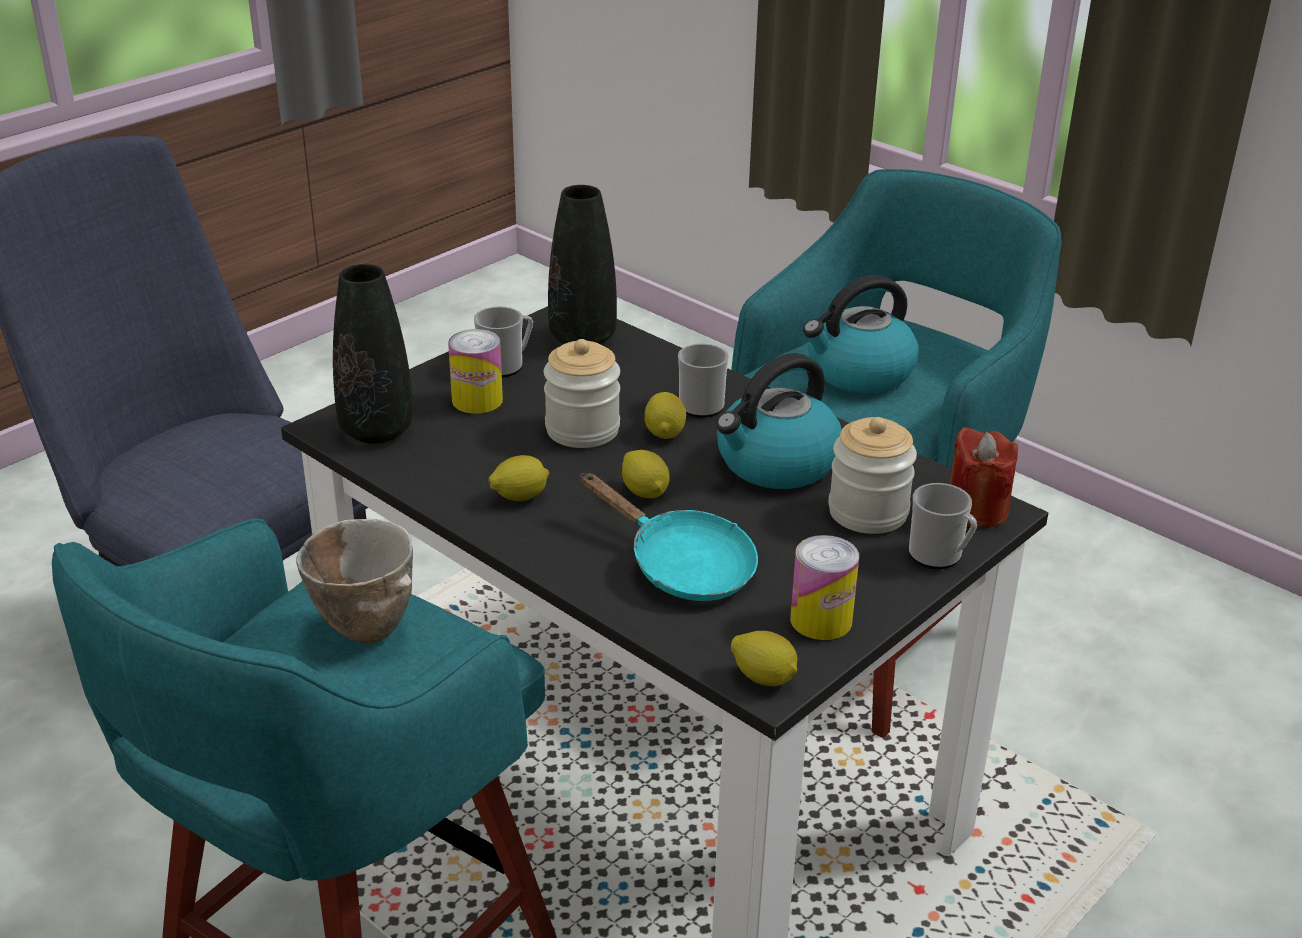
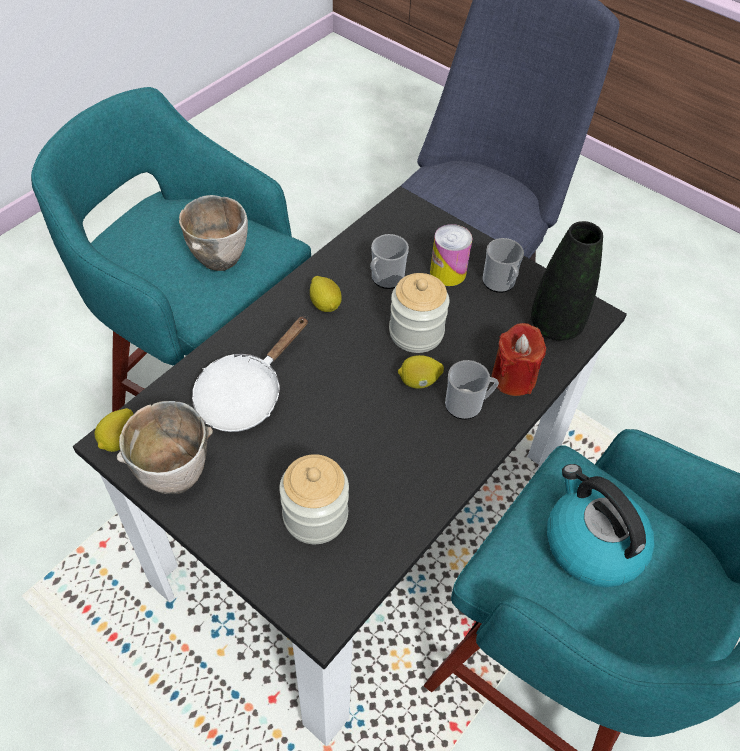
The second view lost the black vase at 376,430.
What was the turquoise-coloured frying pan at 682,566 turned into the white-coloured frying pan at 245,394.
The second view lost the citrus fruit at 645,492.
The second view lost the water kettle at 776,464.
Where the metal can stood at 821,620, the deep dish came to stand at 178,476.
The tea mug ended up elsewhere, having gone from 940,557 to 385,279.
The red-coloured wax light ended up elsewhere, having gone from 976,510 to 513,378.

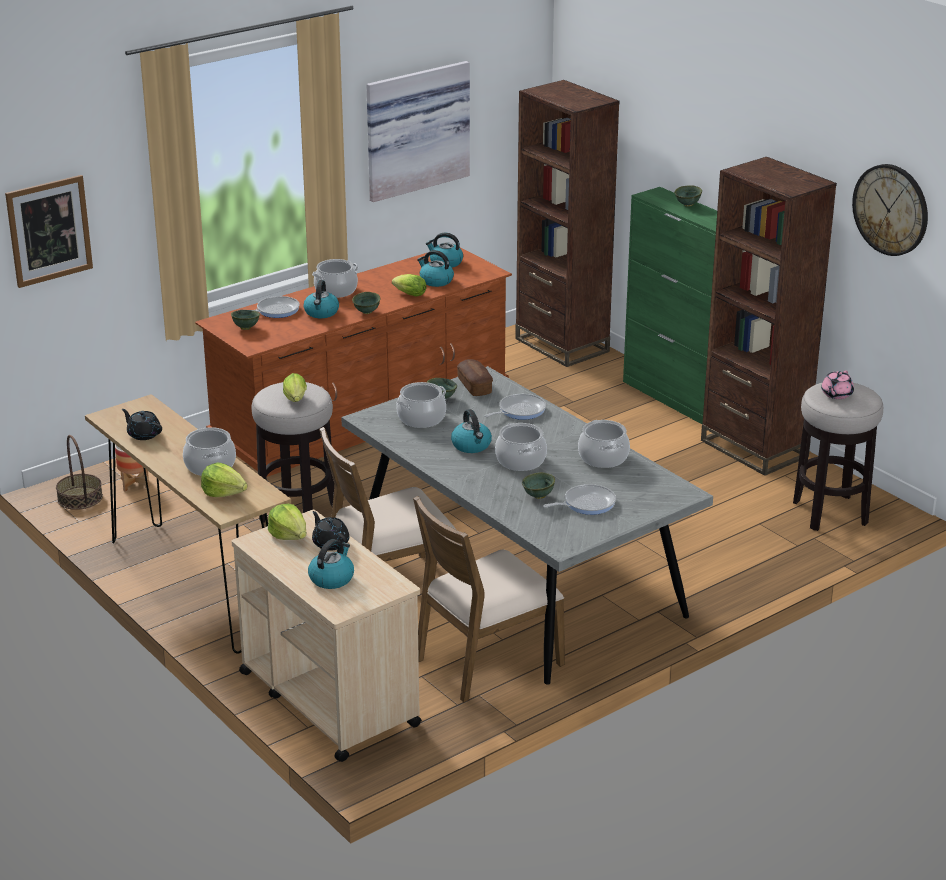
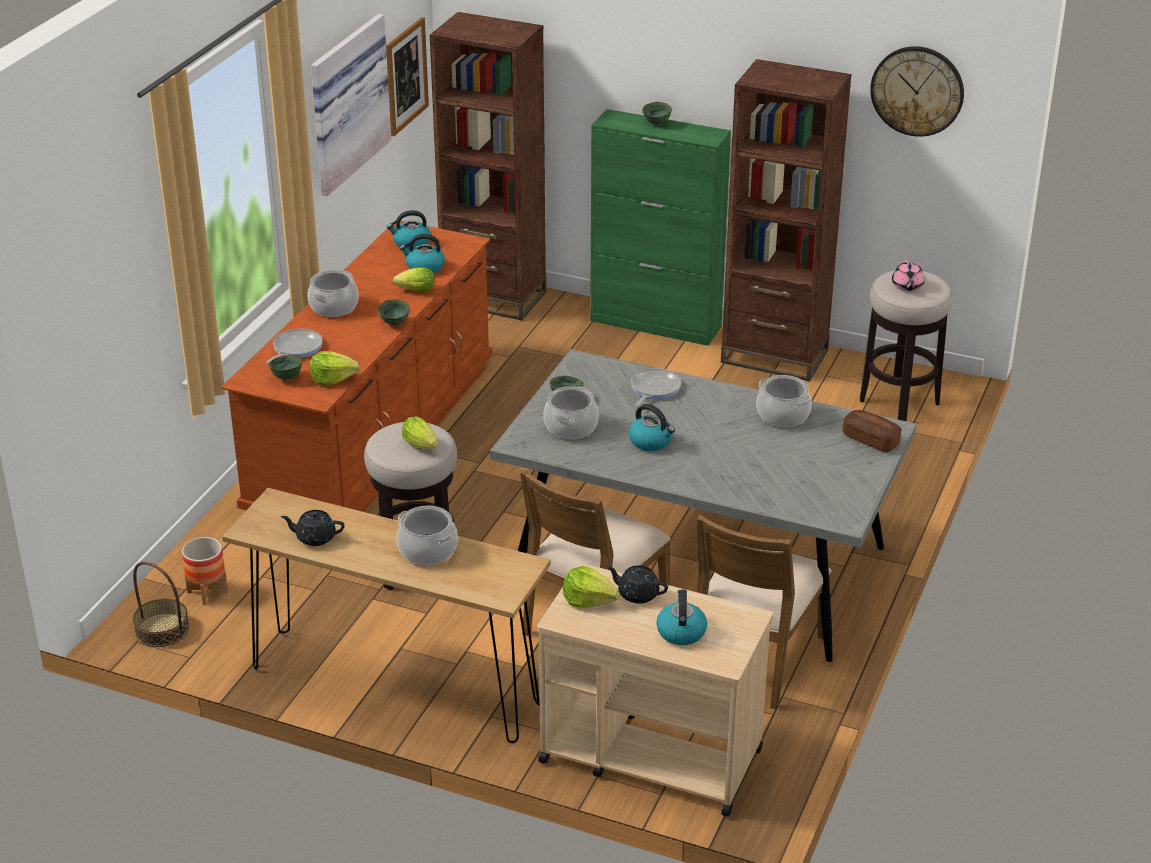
The wall picture ended up elsewhere, having gone from 49,230 to 406,76.
The lettuce head ended up elsewhere, having gone from 224,492 to 332,379.
The second view lost the water kettle at 321,313.
The baked bread ended up elsewhere, having gone from 474,386 to 870,440.
The second view lost the stockpot at 520,461.
The second view lost the greenish deep dish at 538,496.
The second view lost the frying pan at 586,503.

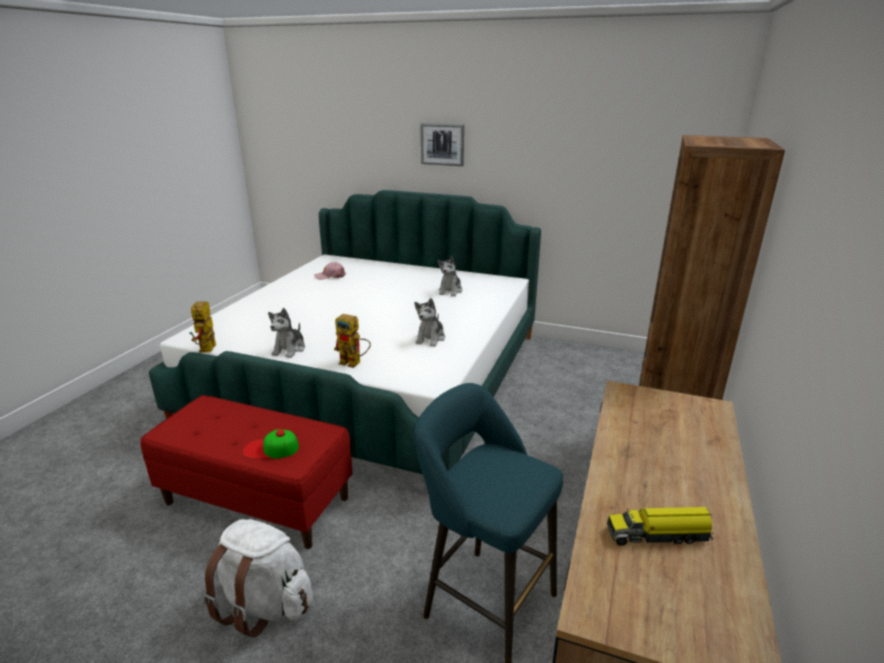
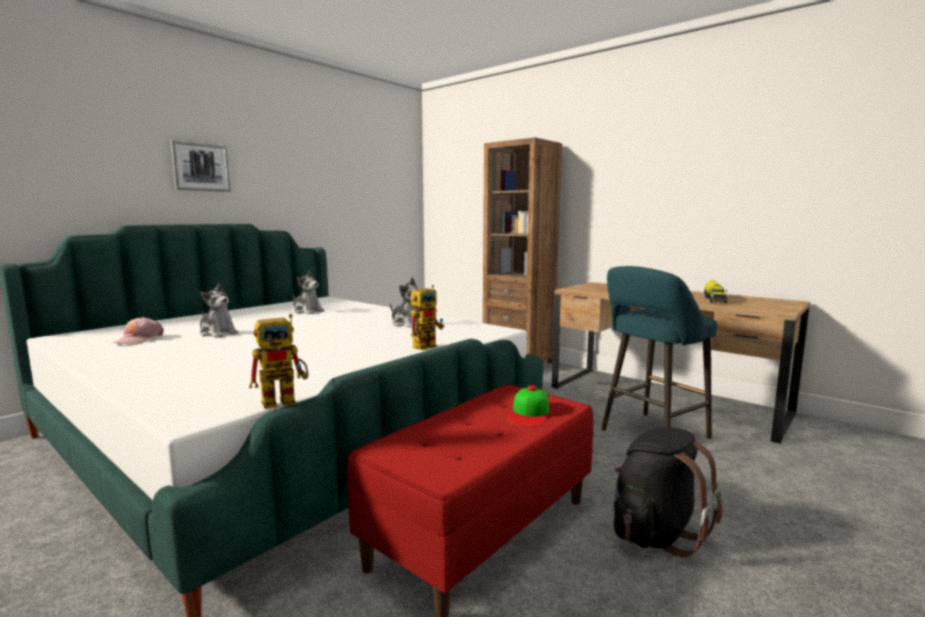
The robot figure at 208,350 ended up facing another way, 45 degrees counterclockwise from before.
What was the white-coloured knapsack at 265,604 turned into the black knapsack at 656,533.
The plush toy ended up elsewhere, having gone from 289,349 to 218,333.

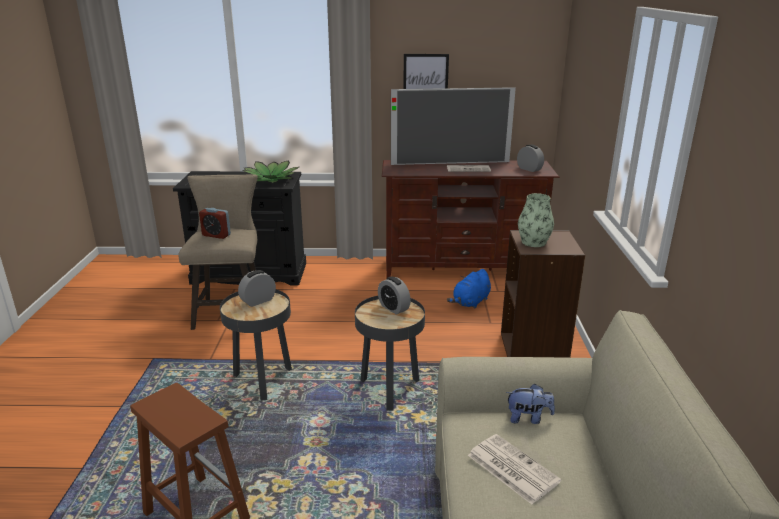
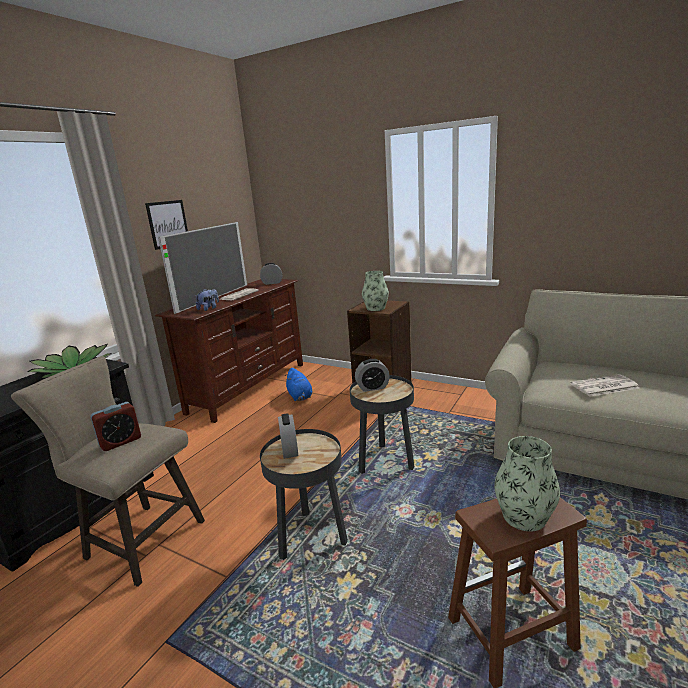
The plush toy ended up elsewhere, having gone from 528,418 to 209,308.
The second view gained the vase at 524,516.

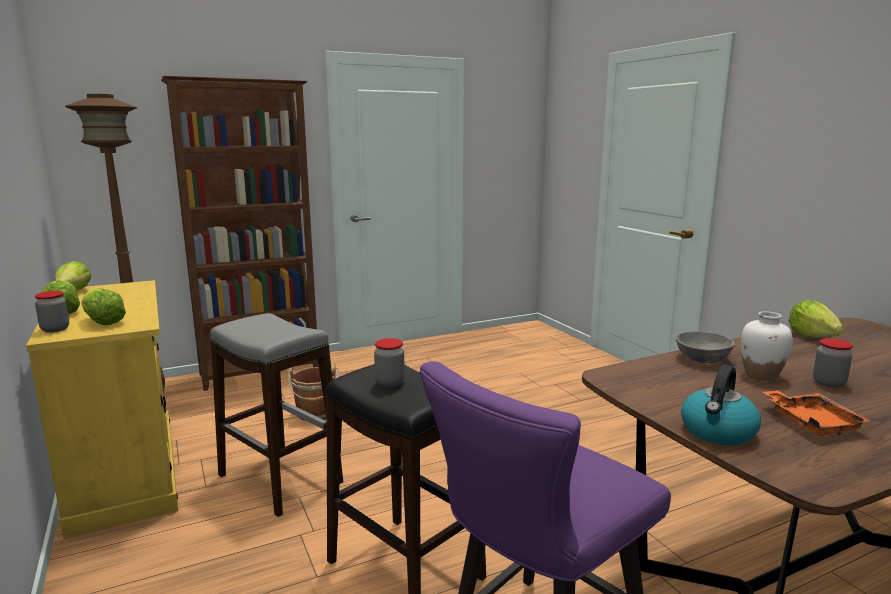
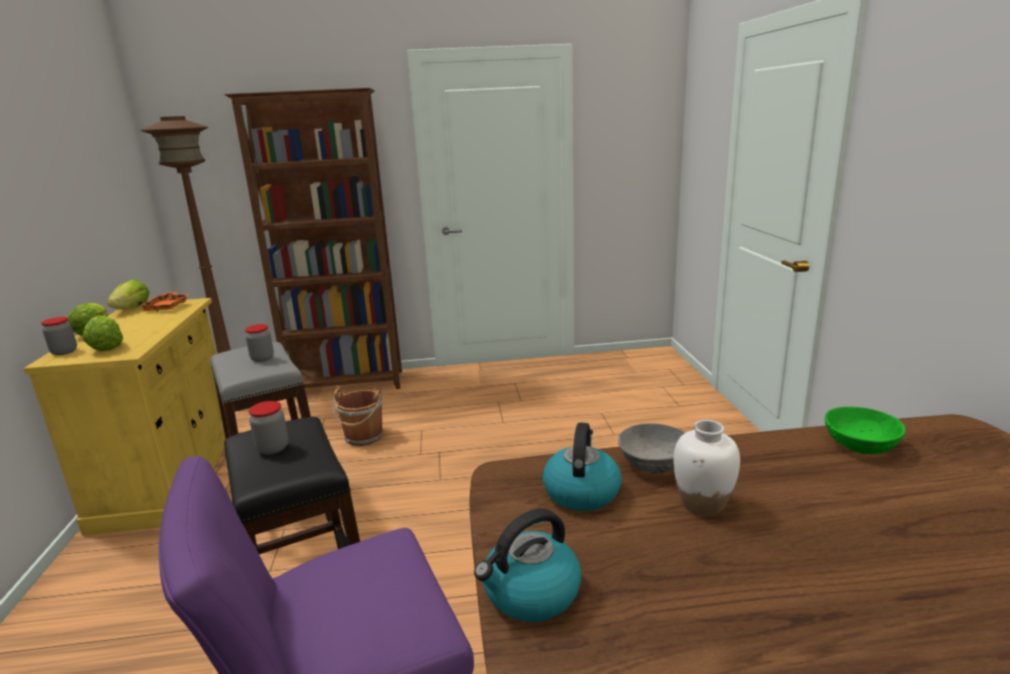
The orangey tray ended up elsewhere, having gone from 811,422 to 168,307.
Where the lettuce head stood at 812,337, the greenish deep dish came to stand at 860,445.
The storage jar ended up elsewhere, having gone from 828,383 to 262,358.
The second view gained the water kettle at 581,491.

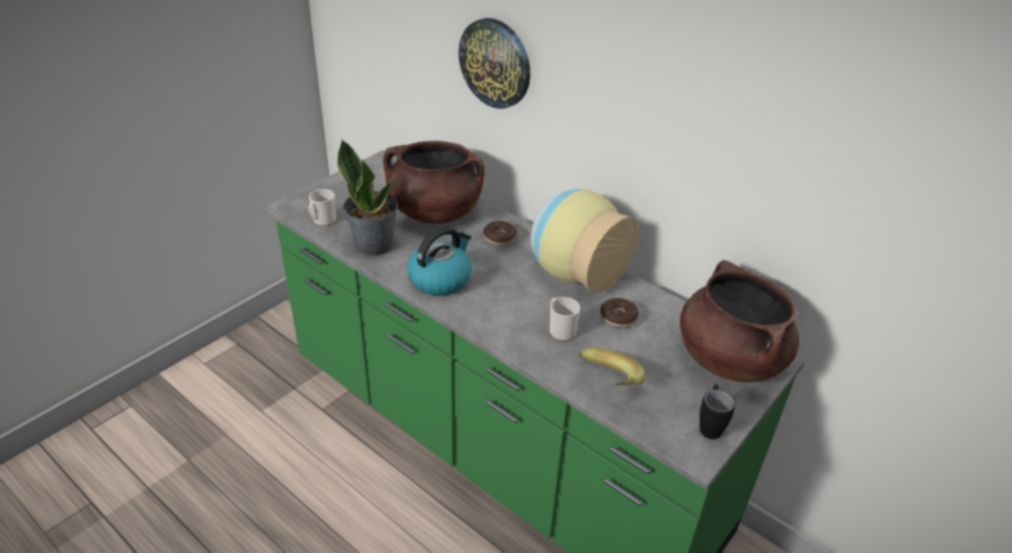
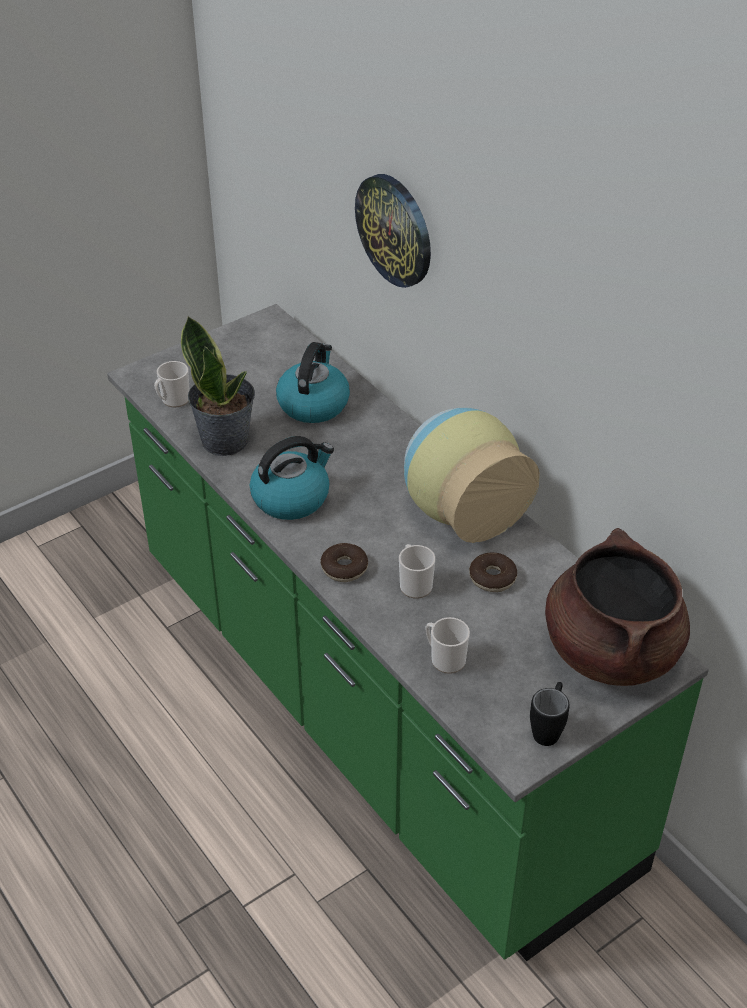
Where the brown-coloured stockpot stood at 434,212, the water kettle came to stand at 313,403.
The ring doughnut ended up elsewhere, having gone from 499,238 to 344,568.
Where the banana fruit stood at 606,383, the tea mug came to stand at 444,658.

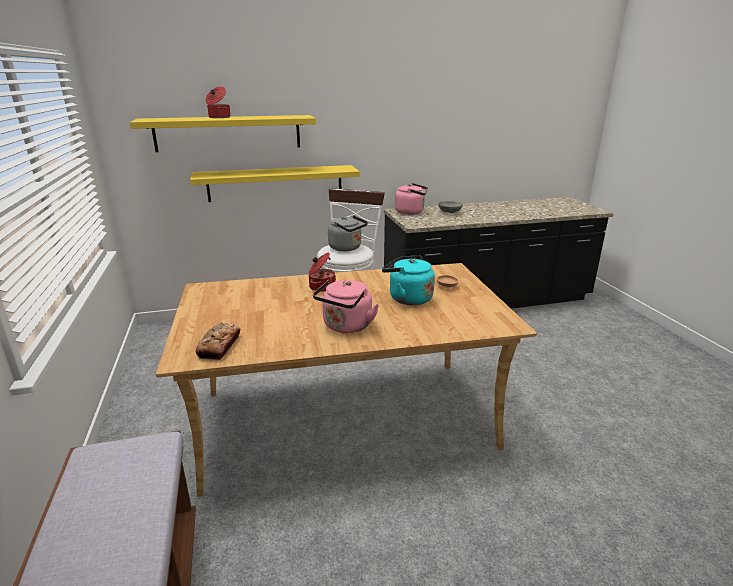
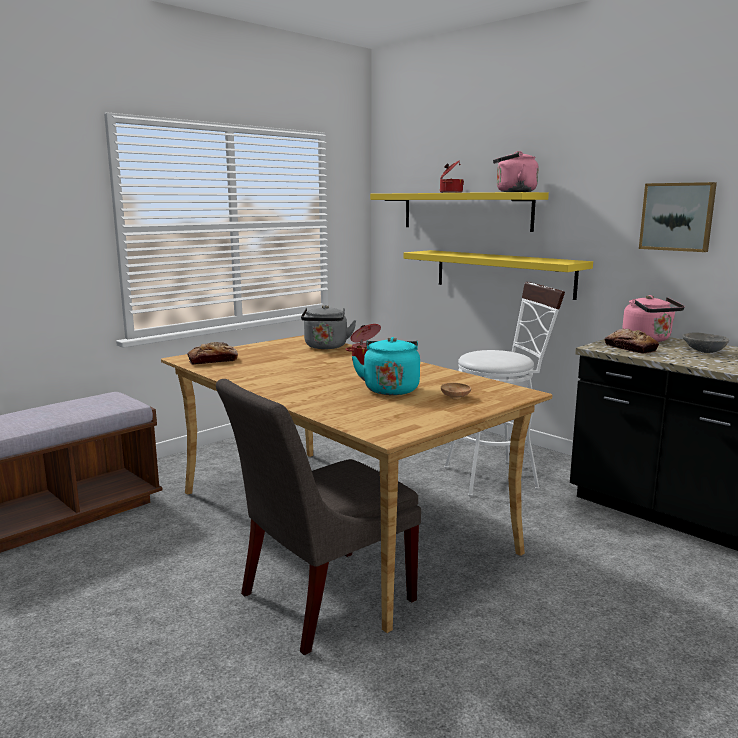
The pinkish water kettle ended up elsewhere, having gone from 346,326 to 513,192.
The gray water kettle ended up elsewhere, having gone from 347,248 to 326,347.
The second view gained the gray upright chair at 320,599.
The second view gained the baked bread at 630,348.
The second view gained the wall picture at 677,216.

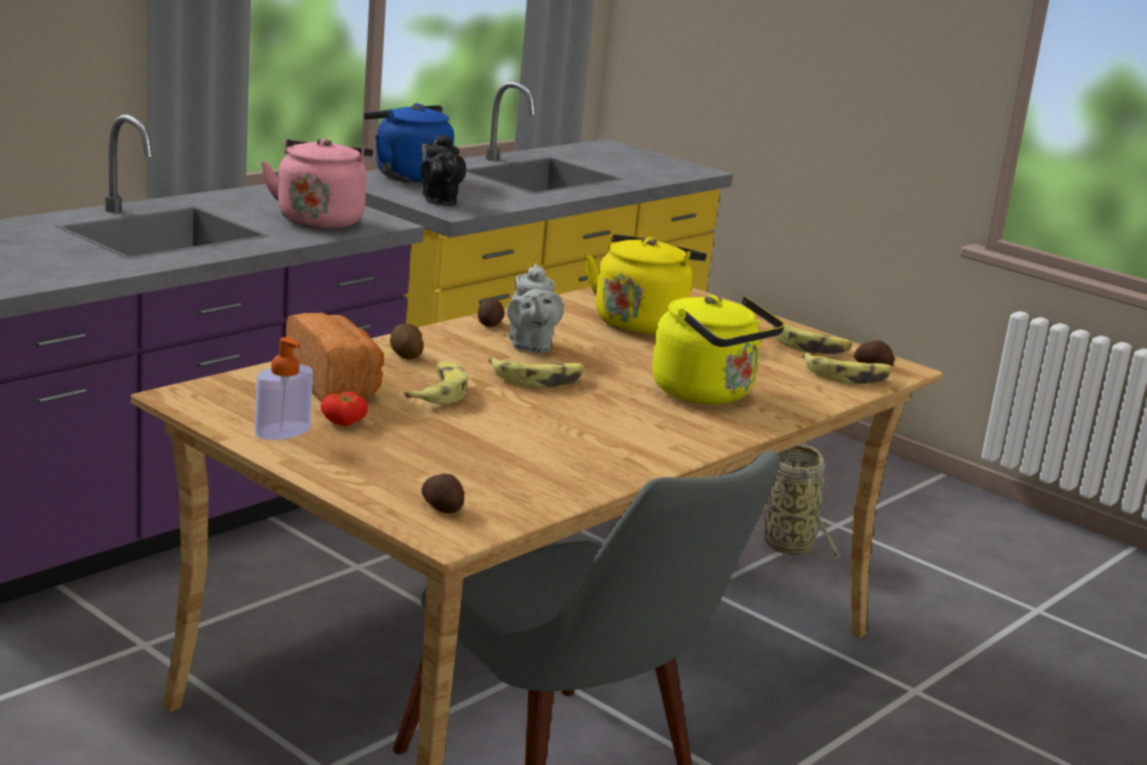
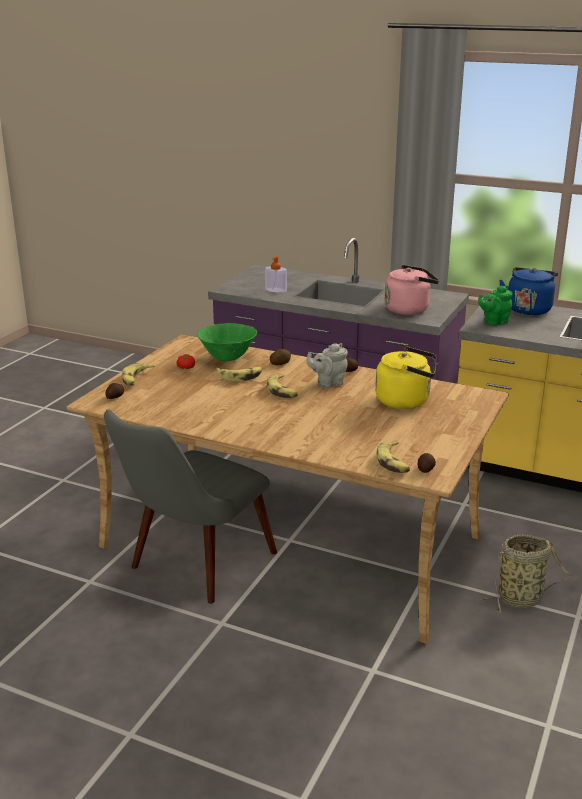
The soap bottle ended up elsewhere, having gone from 282,431 to 276,290.
Where the baked bread stood at 335,384, the greenish deep dish came to stand at 227,359.
What was the black tea pot at 440,201 turned into the greenish tea pot at 494,322.
The second view lost the yellowish water kettle at 708,394.
The banana fruit ended up elsewhere, having gone from 808,346 to 136,379.

